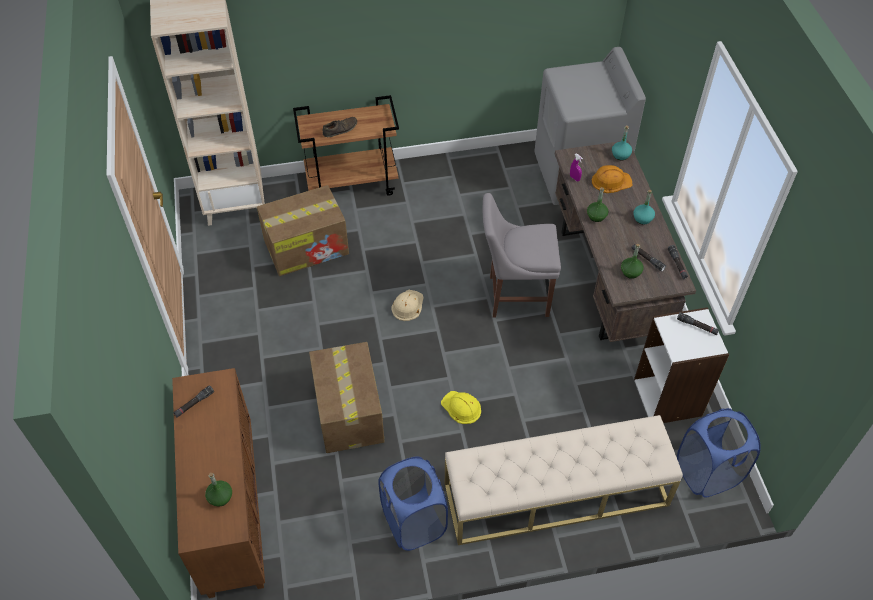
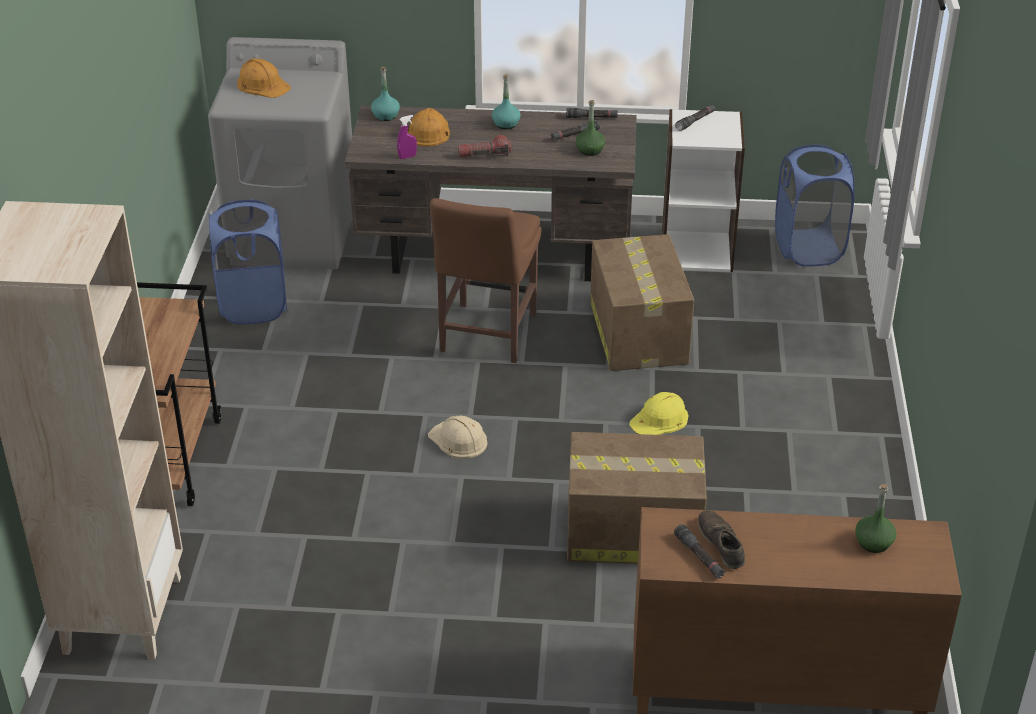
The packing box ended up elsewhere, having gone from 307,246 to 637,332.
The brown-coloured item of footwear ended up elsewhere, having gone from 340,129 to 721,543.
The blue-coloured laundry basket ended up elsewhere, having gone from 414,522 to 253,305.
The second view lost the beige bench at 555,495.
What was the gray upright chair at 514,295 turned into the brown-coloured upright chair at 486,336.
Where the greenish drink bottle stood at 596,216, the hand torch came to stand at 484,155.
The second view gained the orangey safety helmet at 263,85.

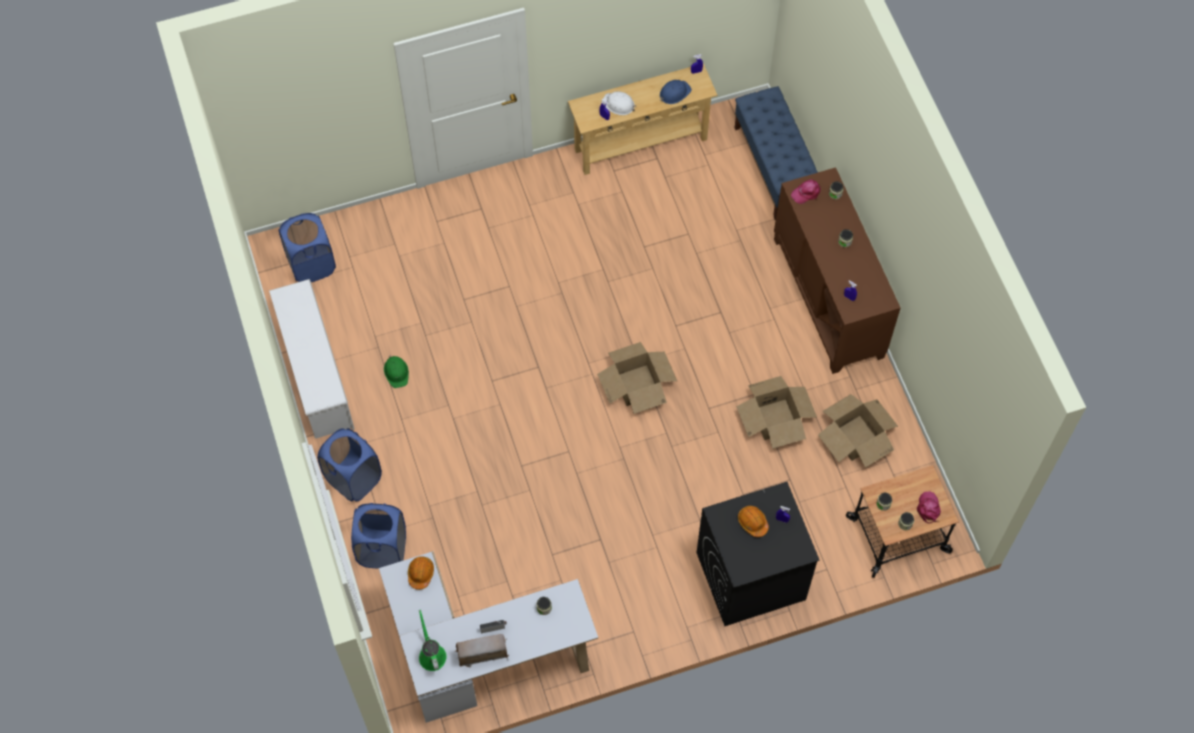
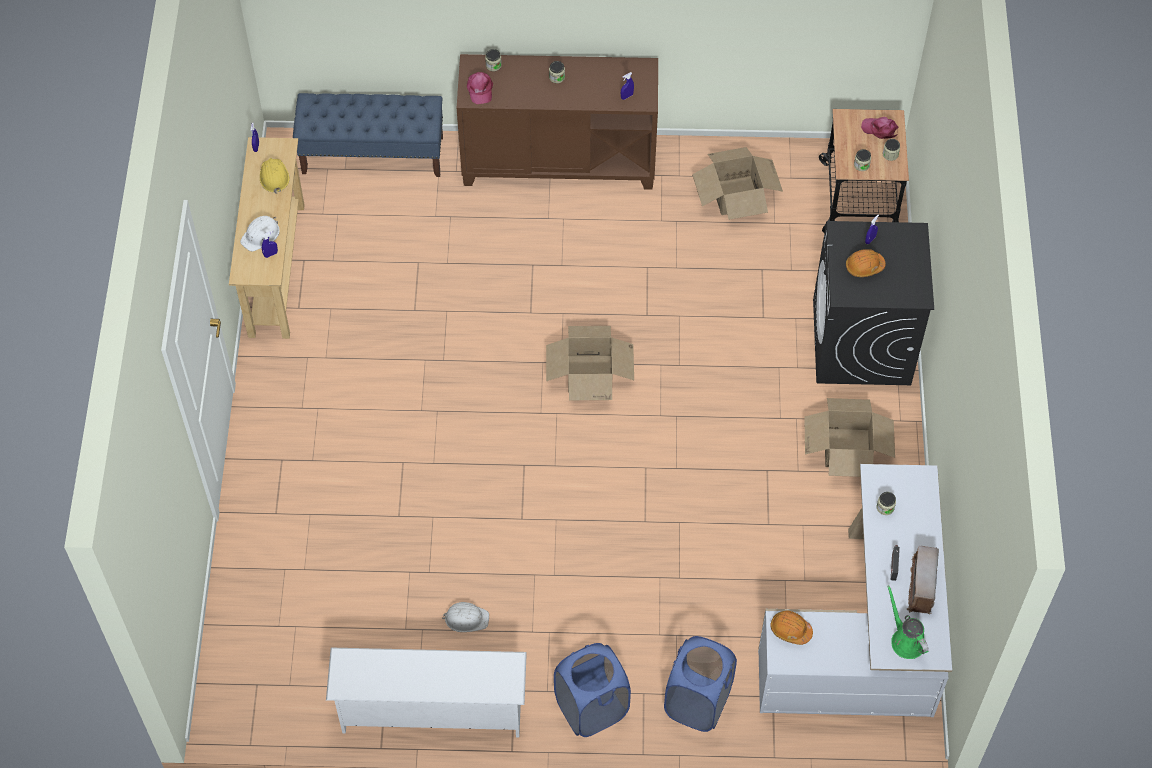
The second view lost the blue-coloured laundry basket at 311,265.
What was the greenish safety helmet at 396,372 turned into the white-coloured safety helmet at 466,618.
The greenish watering pot at 431,654 ended up facing another way, 60 degrees clockwise from before.
What was the blue-coloured safety helmet at 674,93 turned into the yellowish safety helmet at 274,177.
The packing box ended up elsewhere, having gone from 774,419 to 847,448.

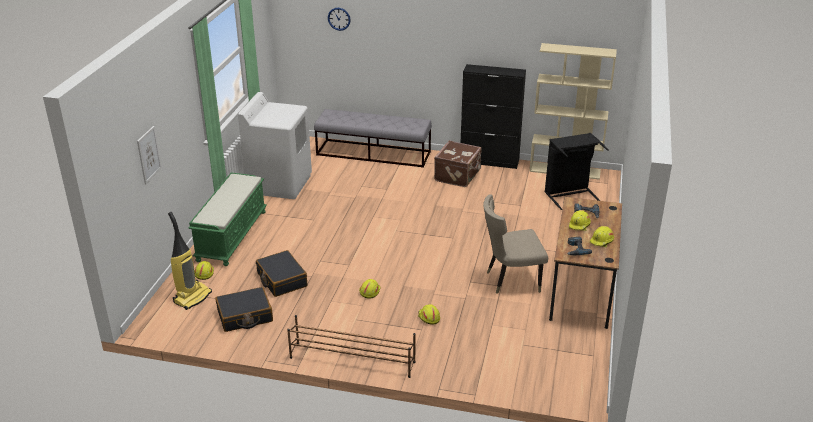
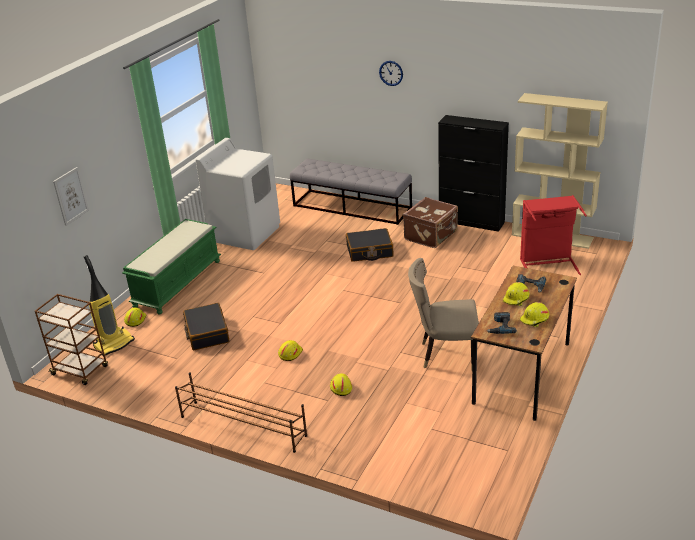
The black travel case ended up elsewhere, having gone from 245,316 to 369,251.
The wall clock ended up elsewhere, having gone from 339,19 to 391,73.
What was the black laundry basket at 570,195 turned into the red-coloured laundry basket at 548,264.
The second view gained the brown-coloured trolley at 81,370.

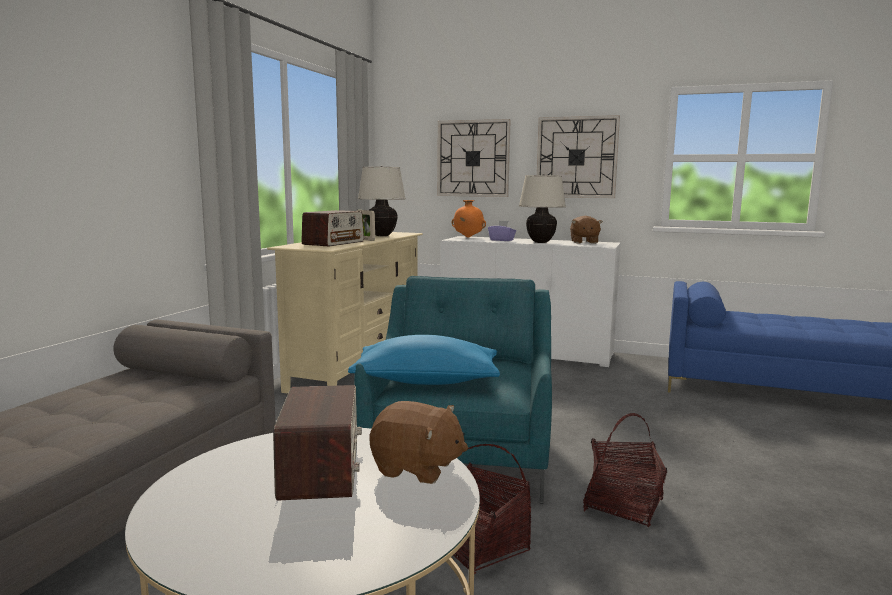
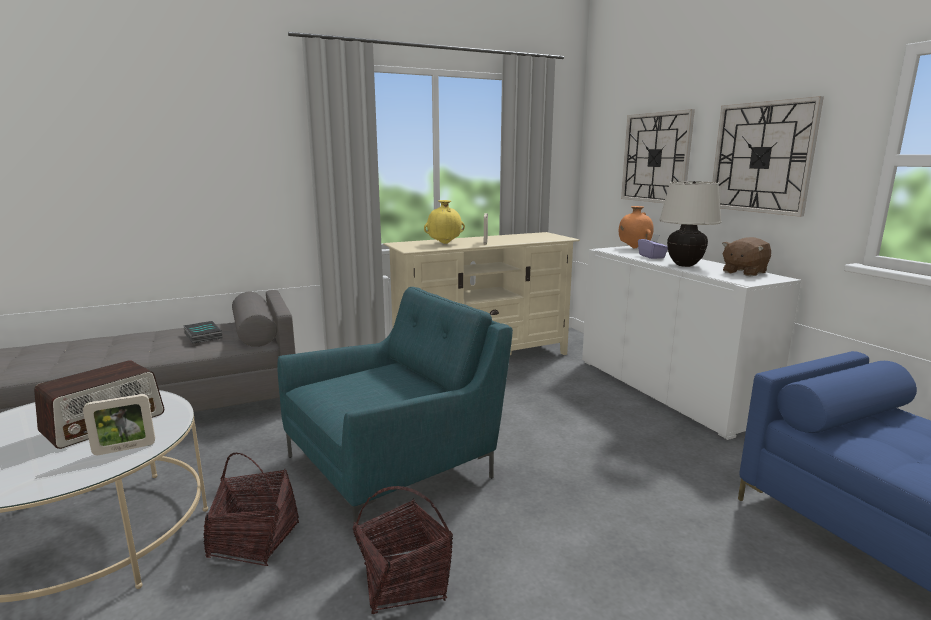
Where the radio receiver stood at 334,243, the yellowish vase came to stand at 445,243.
The second view lost the blue-coloured throw pillow at 426,381.
The second view lost the beige lamp for a table at 382,235.
Where the brown-coloured plush toy stood at 416,468, the standing frame came to stand at 125,448.
The second view gained the book at 202,335.

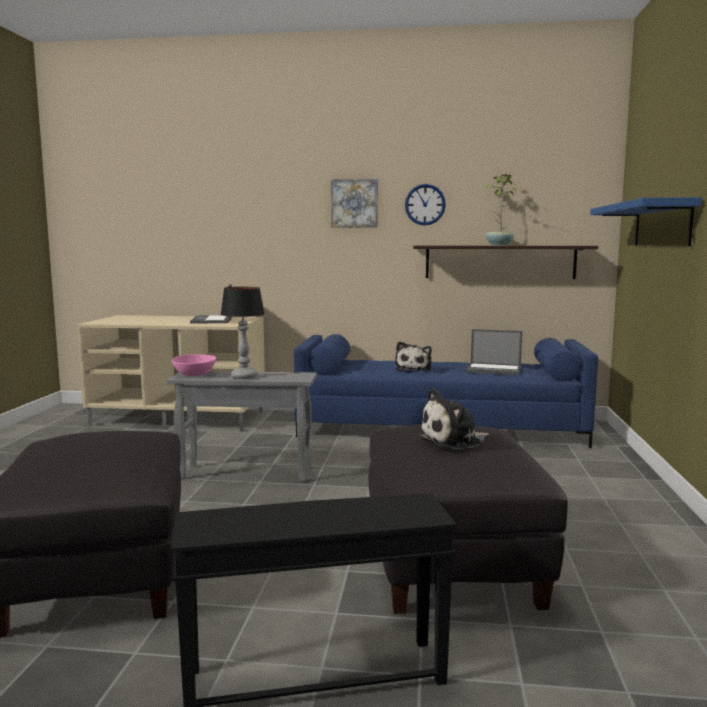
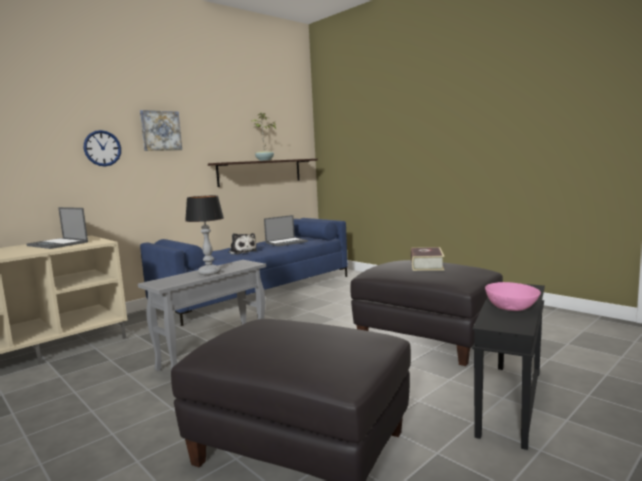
The pinkish deep dish ended up elsewhere, having gone from 195,374 to 511,308.
The wall clock ended up elsewhere, having gone from 425,204 to 102,148.
Where the plush toy stood at 454,440, the book came to stand at 426,265.
The second view lost the blue-coloured wall shelf at 661,224.

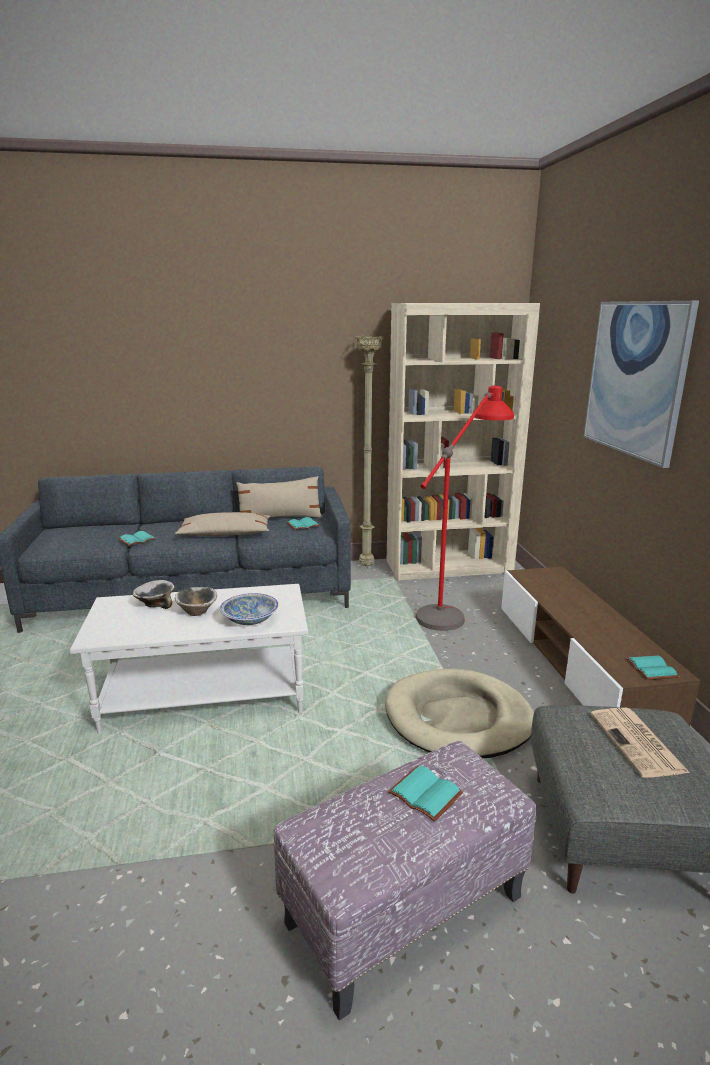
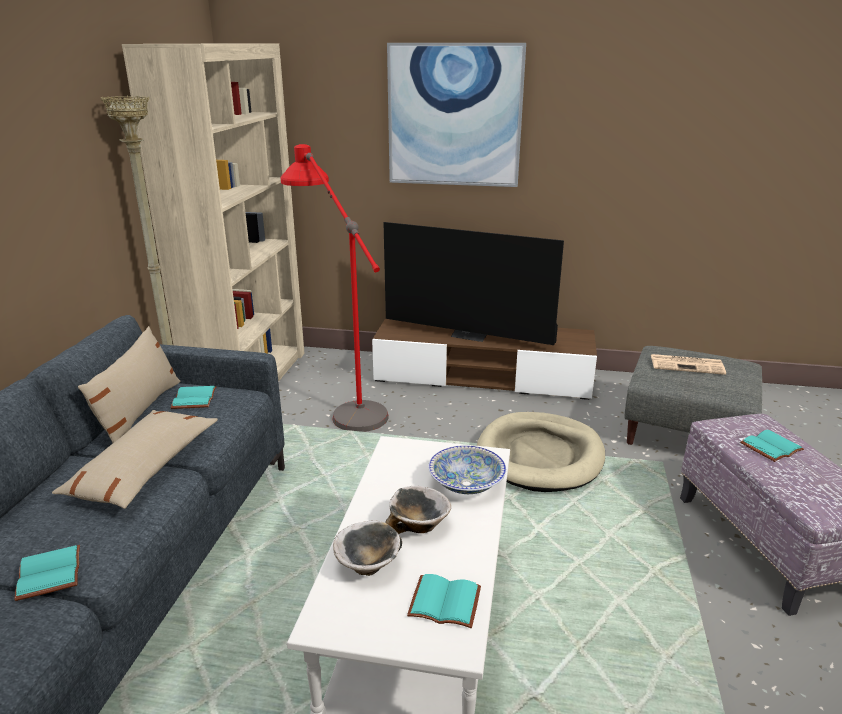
The turquoise-coloured book ended up elsewhere, having gone from 653,669 to 446,601.
The second view gained the TV at 470,335.

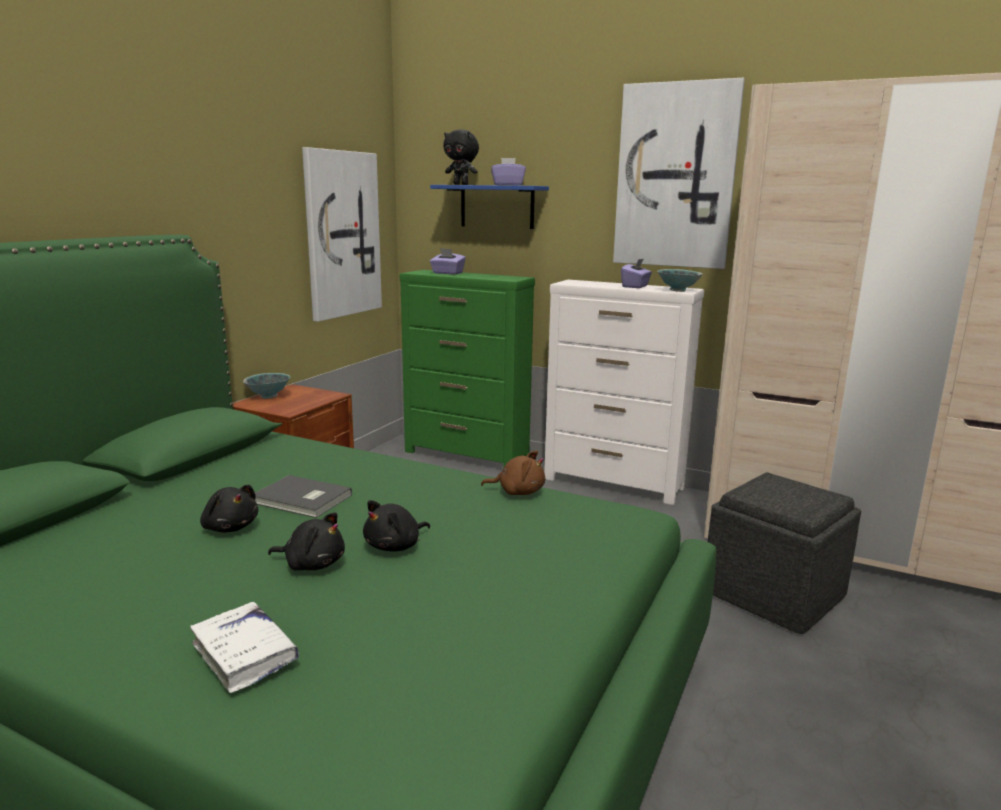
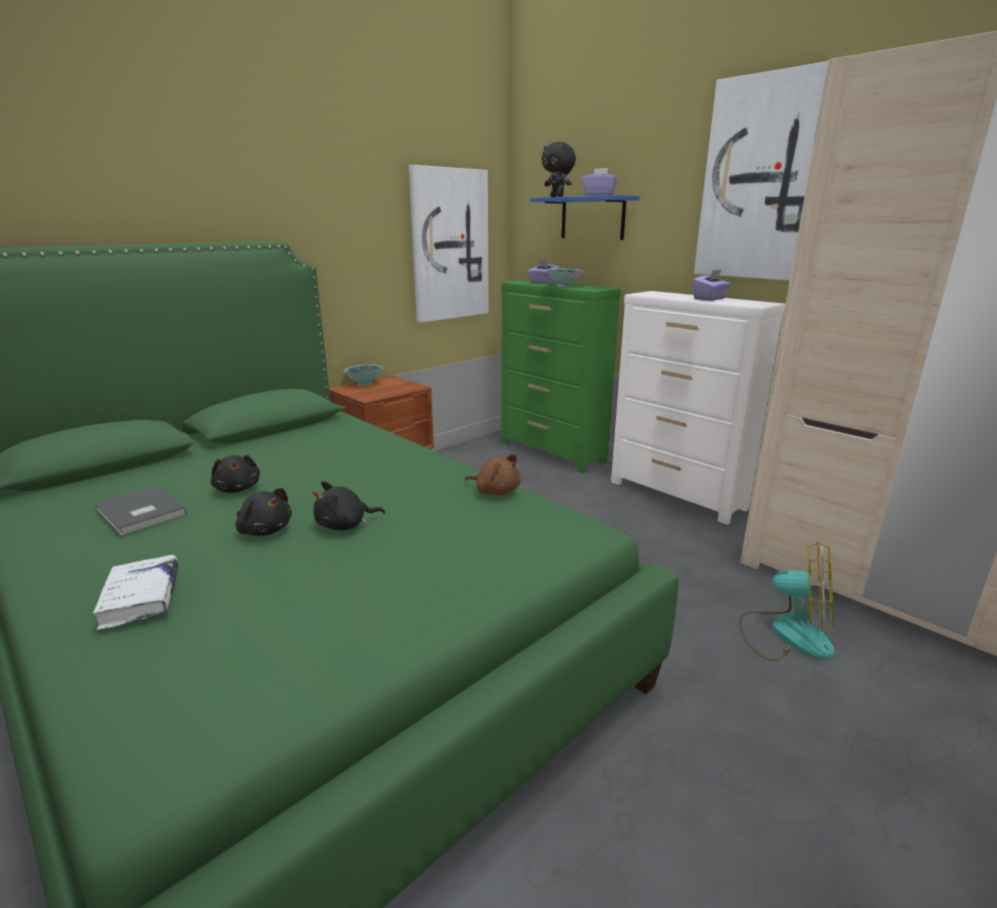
The gray book ended up elsewhere, having gone from 302,500 to 139,513.
The deep dish ended up elsewhere, having gone from 677,290 to 563,286.
Where the gray ottoman stood at 773,593, the cooling fan came to stand at 785,634.

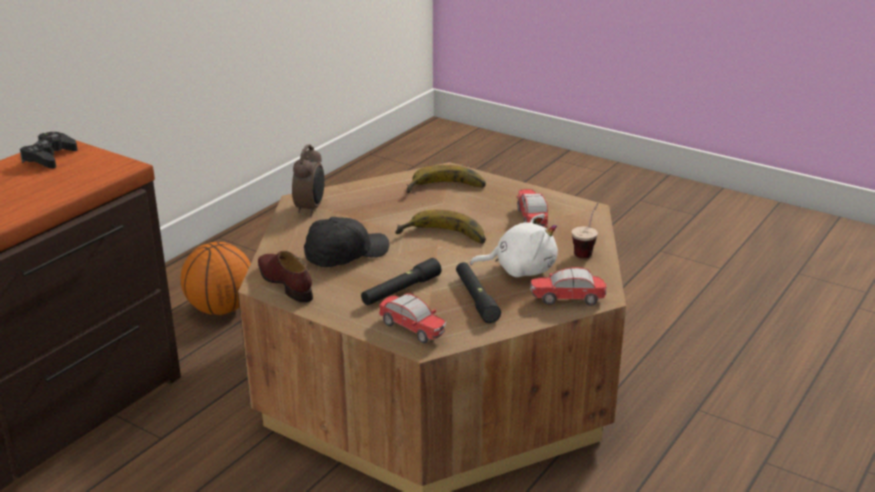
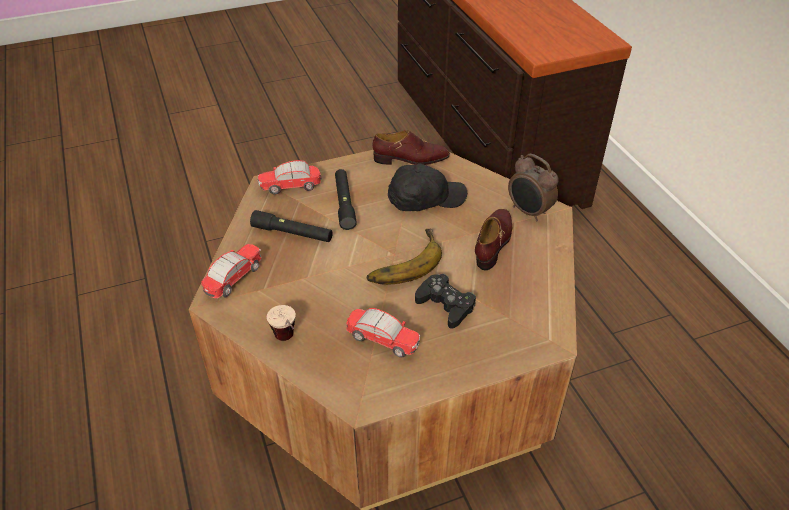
The black game controller ended up elsewhere, having gone from 49,157 to 445,305.
The second view lost the basketball ball at 221,309.
The black baseball cap at 345,255 ended up facing another way, 105 degrees counterclockwise from before.
The second view lost the banana fruit at 446,189.
The second view lost the white-coloured plush toy at 520,270.
The second view gained the brown-coloured item of footwear at 494,242.

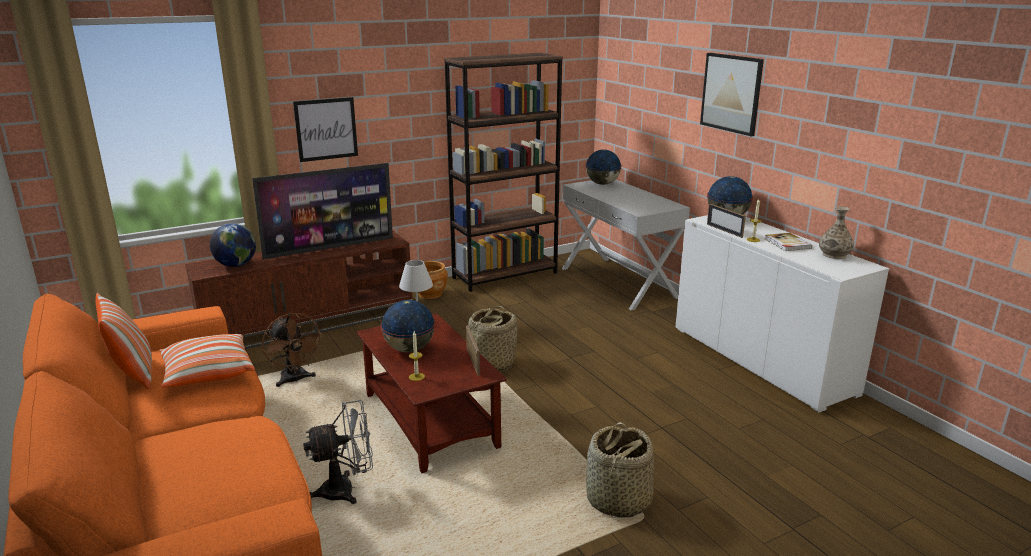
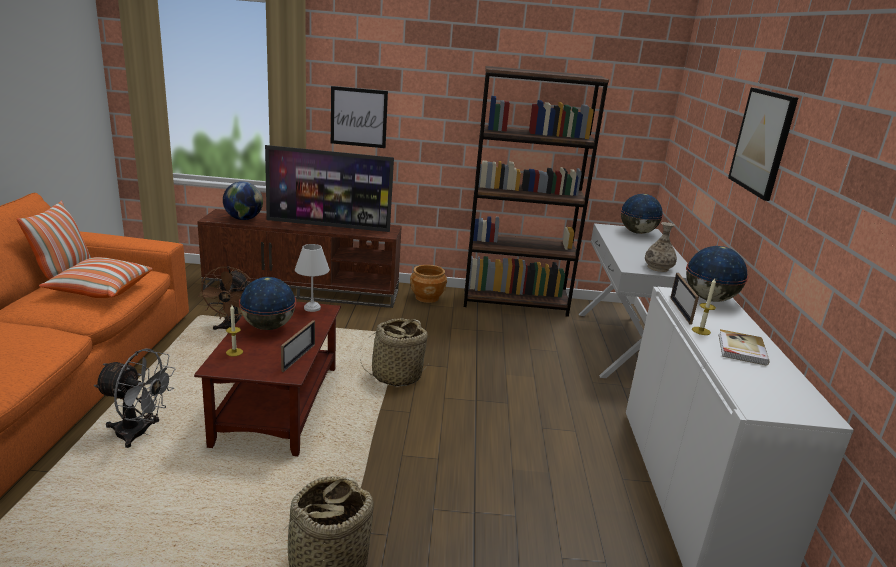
The vase ended up elsewhere, having gone from 834,255 to 658,268.

